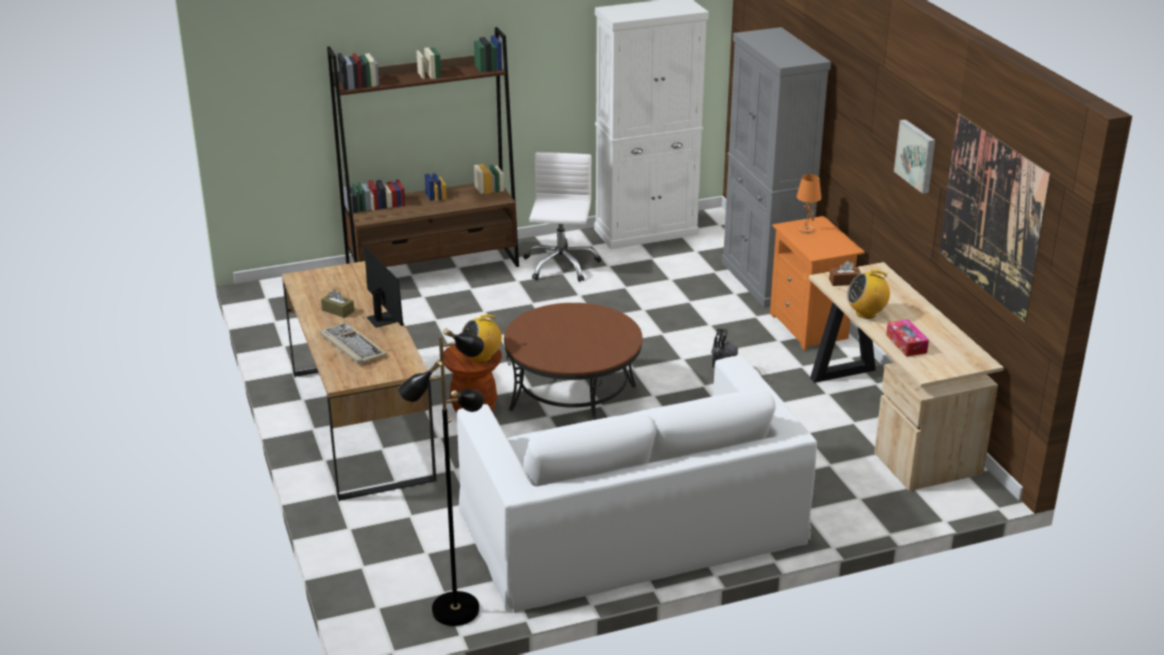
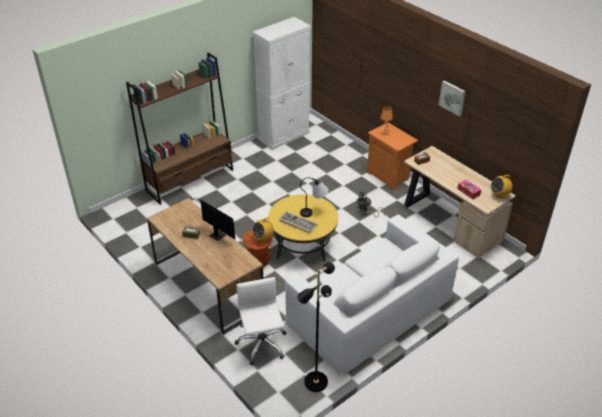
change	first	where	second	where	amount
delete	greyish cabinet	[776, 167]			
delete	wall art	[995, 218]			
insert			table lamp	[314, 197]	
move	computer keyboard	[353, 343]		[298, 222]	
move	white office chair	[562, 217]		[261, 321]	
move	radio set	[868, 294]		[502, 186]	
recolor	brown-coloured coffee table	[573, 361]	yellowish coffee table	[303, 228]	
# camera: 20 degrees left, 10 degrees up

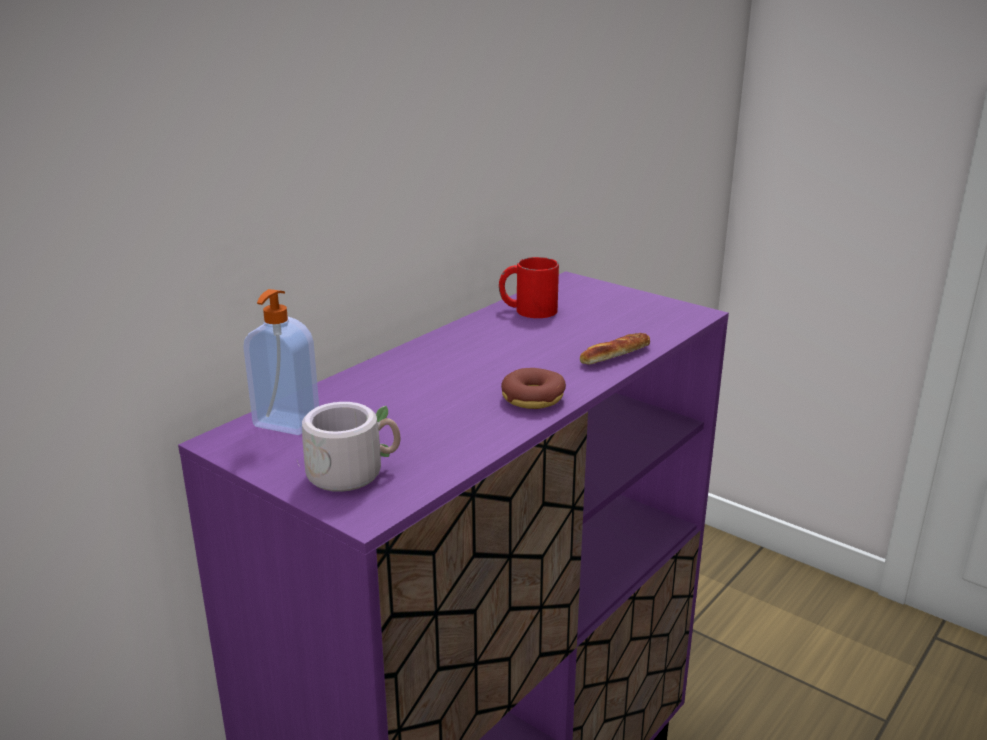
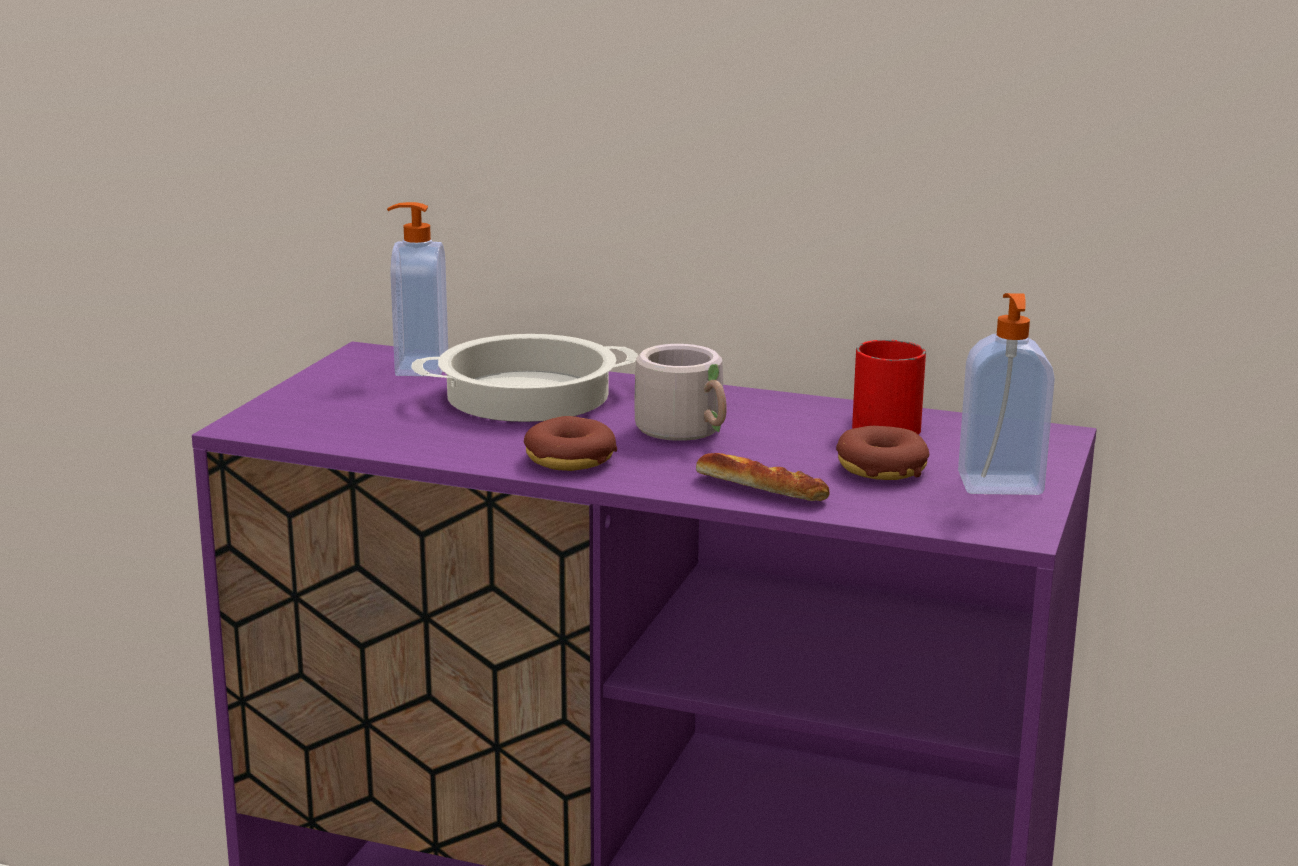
change	first	where	second	where	amount
insert			cooking pot	[524, 378]	
insert			doughnut	[882, 453]	
insert			liquid soap bottle	[1006, 394]	
move	greyish mug	[348, 447]		[681, 392]	
# camera: 70 degrees right, 5 degrees down

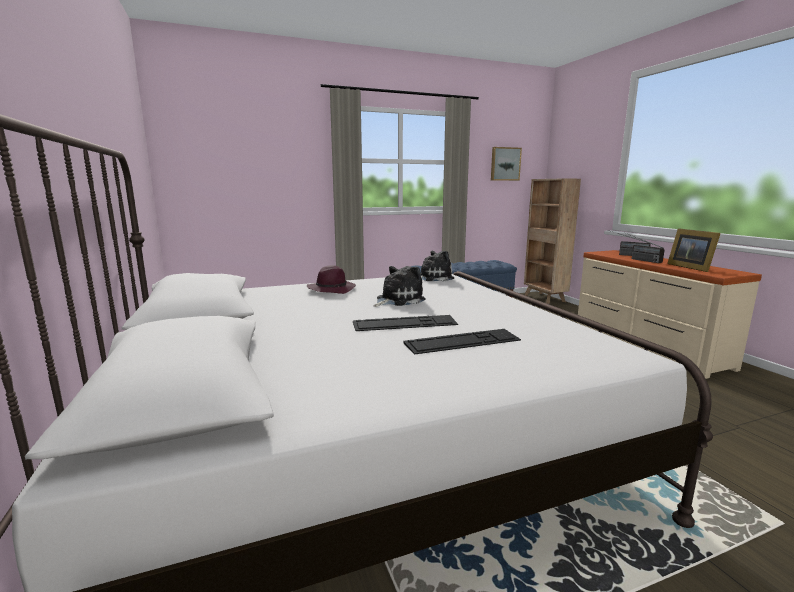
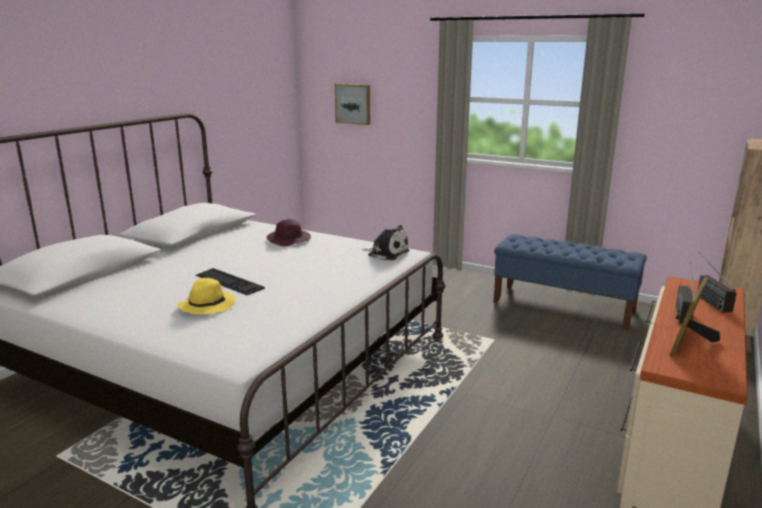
change	first	where	second	where	amount
delete	cuddly toy	[400, 286]			
move	wall art	[506, 164]		[352, 104]	
replace	computer keyboard	[462, 341]	yellowish wearable hat	[206, 296]	
# camera: 50 degrees right, 5 degrees up

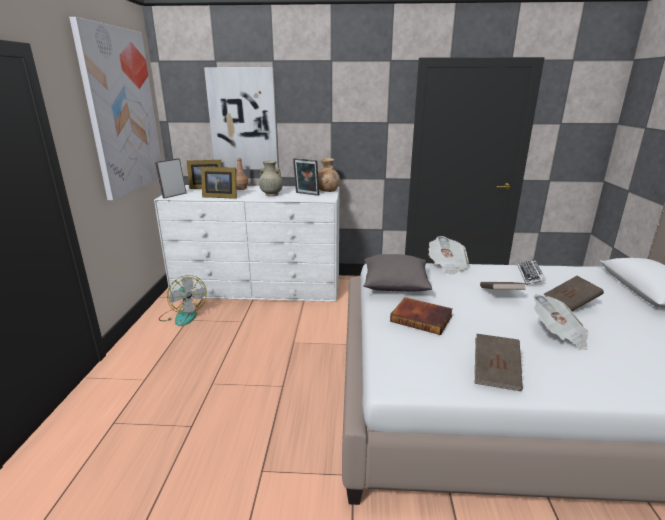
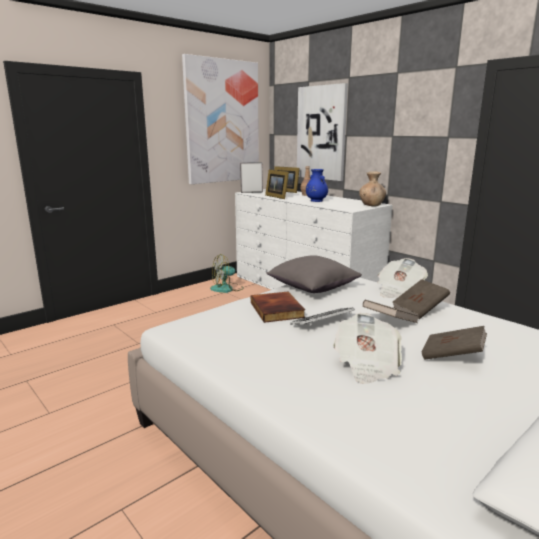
change	first	where	second	where	amount
delete	photo frame	[306, 177]			
move	brown-coloured bound book	[499, 362]		[421, 299]	
move	computer keyboard	[532, 272]		[322, 317]	
recolor	beige-coloured decorative vase	[271, 178]	bluish decorative vase	[317, 185]	
rotate	electric fan	[183, 300]		[227, 273]	60 degrees clockwise
# camera: 45 degrees right, 5 degrees down

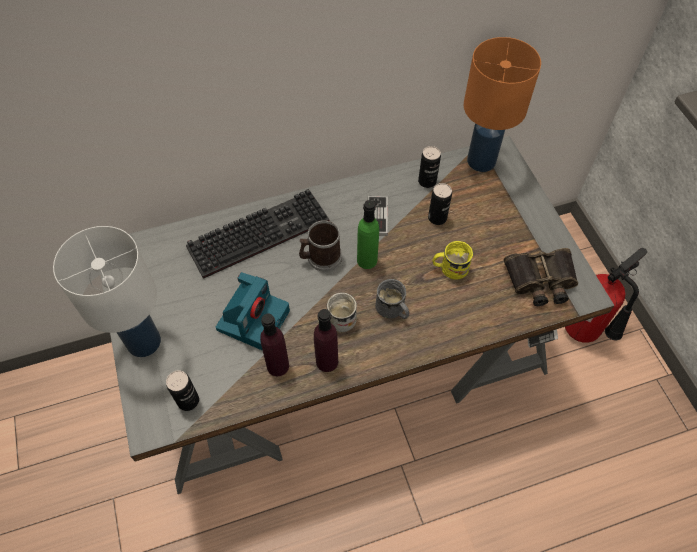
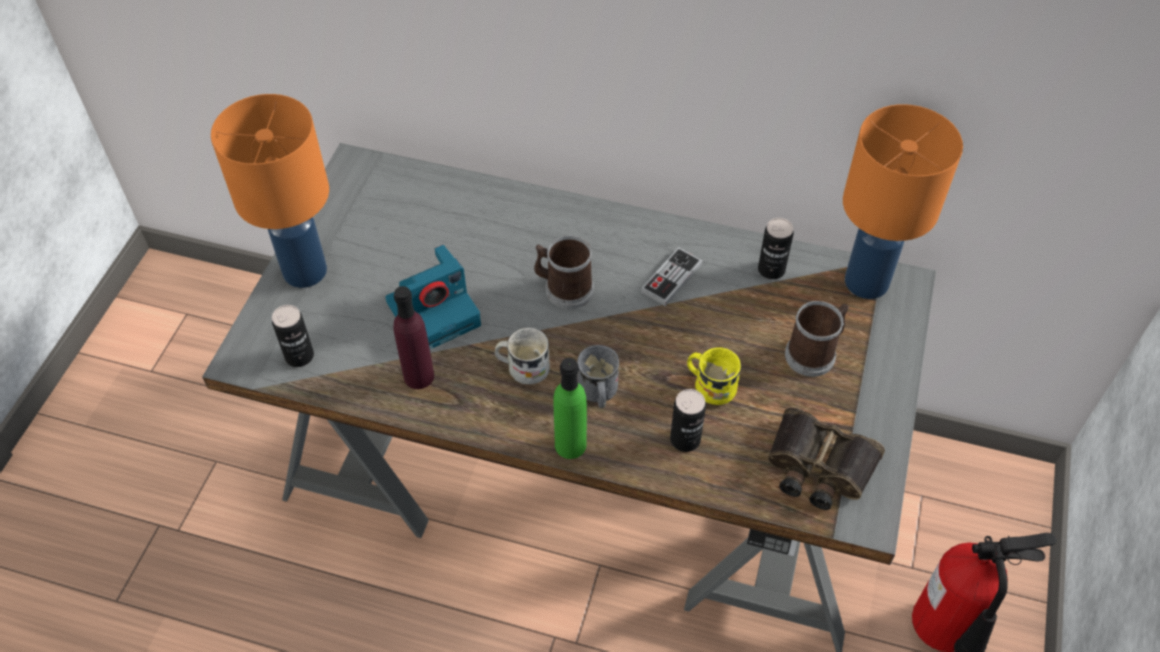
change	first	where	second	where	amount
delete	computer keyboard	[257, 234]			
delete	purple drink bottle	[326, 340]			
insert			mug	[817, 339]	
move	greenish drink bottle	[368, 234]		[570, 408]	
move	can	[440, 204]		[688, 420]	
recolor	white table lamp	[107, 291]	orange table lamp	[270, 191]	
# camera: 35 degrees right, 5 degrees down

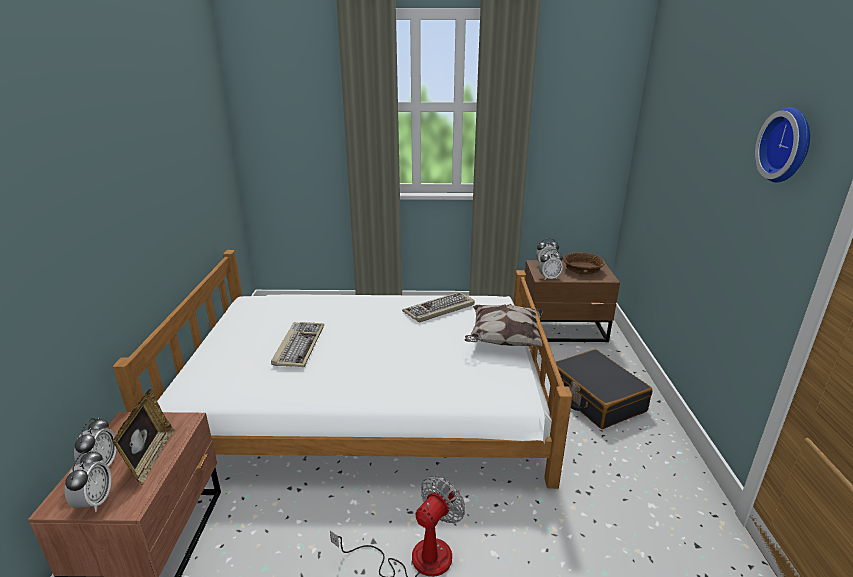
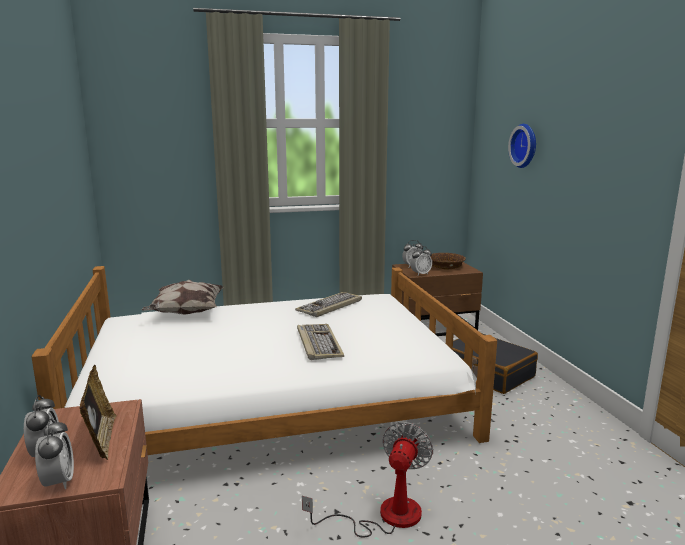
change	first	where	second	where	amount
move	computer keyboard	[297, 344]		[320, 342]	
move	cushion	[504, 325]		[182, 297]	
move	wall clock	[782, 145]		[522, 146]	
# camera: 15 degrees left, 10 degrees down

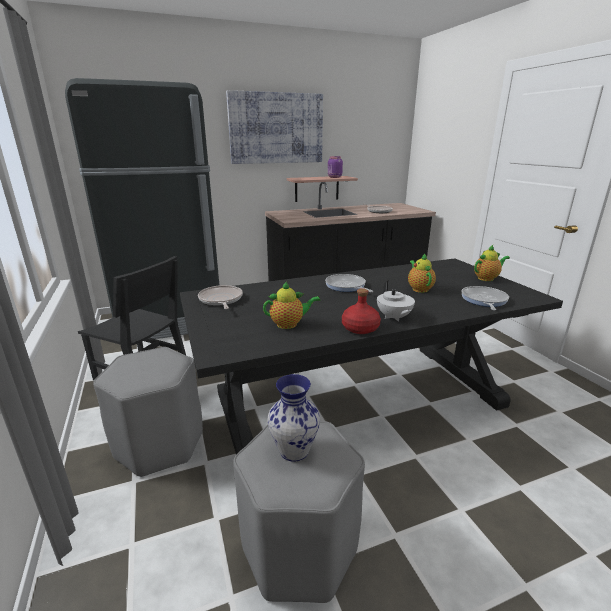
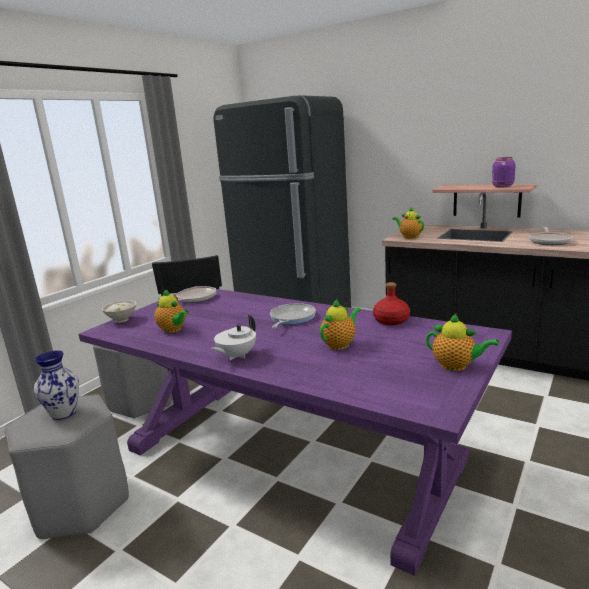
change	first	where	second	where	amount
delete	wall art	[274, 127]			
delete	skillet	[485, 298]			
insert			white bowl	[119, 311]	
insert			teapot	[408, 223]	
move	red drink bottle	[361, 311]		[391, 303]	
recolor	black kitchen table	[371, 356]	purple kitchen table	[295, 431]	
# camera: 55 degrees right, 5 degrees down

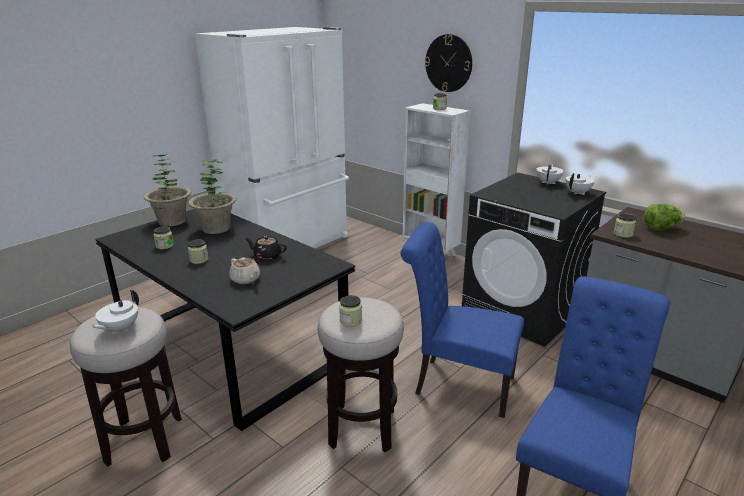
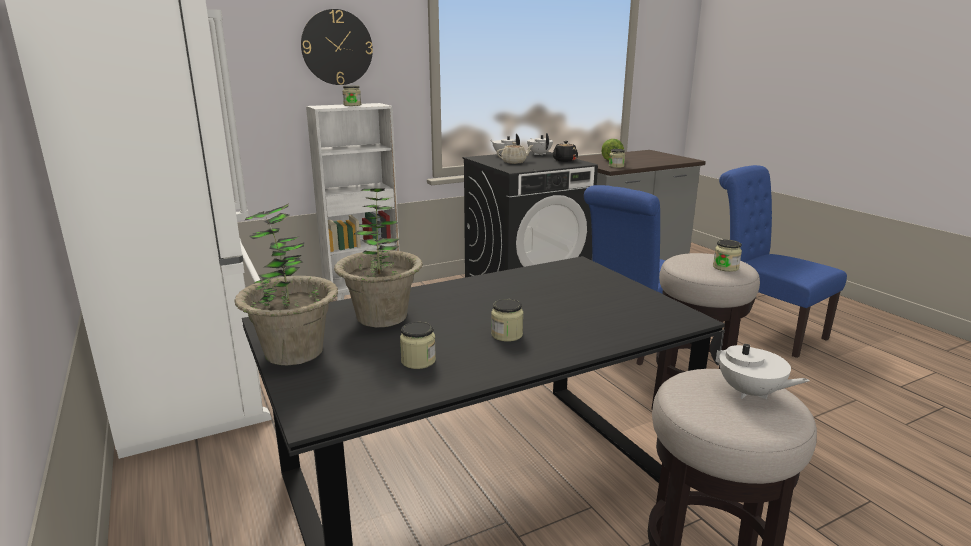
change	first	where	second	where	amount
move	beige-coloured teapot	[244, 270]		[515, 153]	
move	black teapot	[266, 248]		[565, 151]	
# camera: 70 degrees left, 5 degrees down

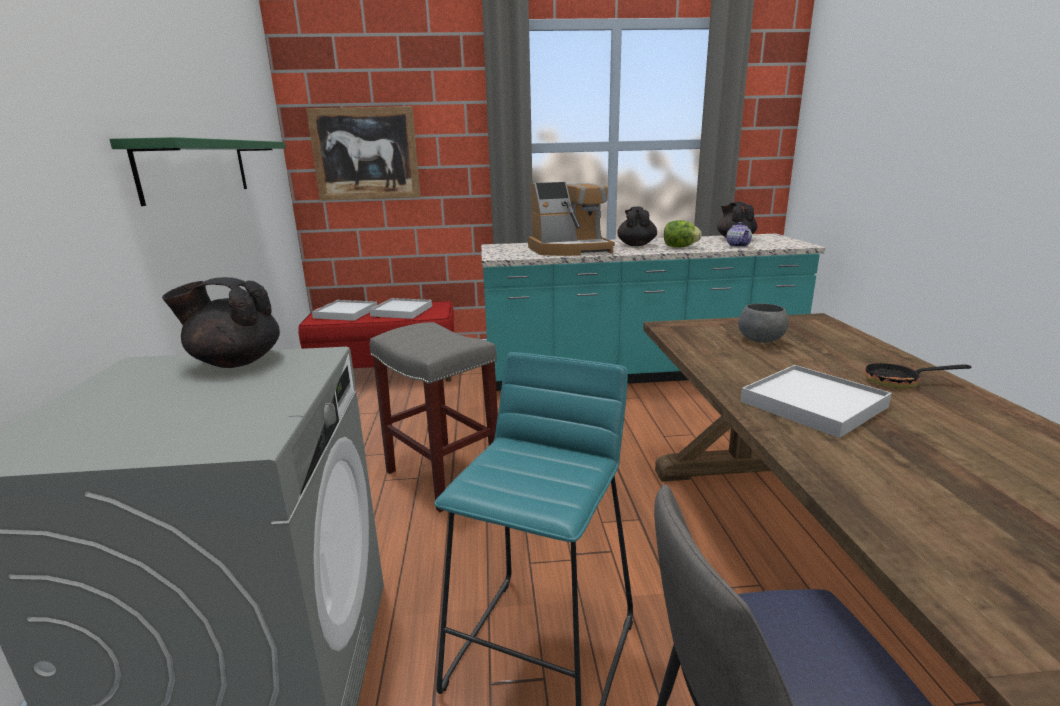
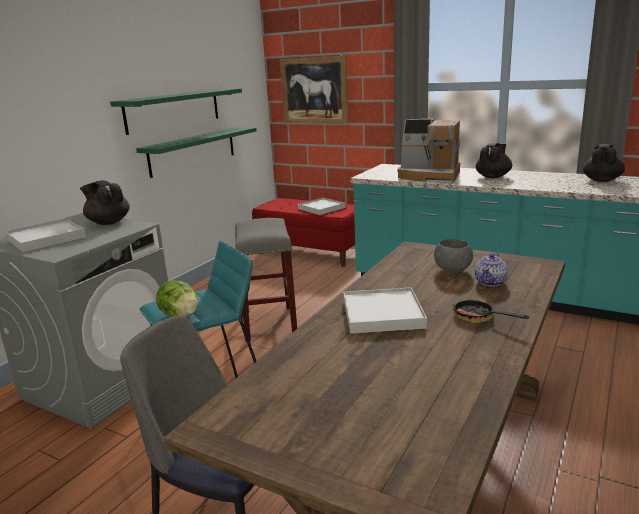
change	first	where	second	where	amount
insert			greenish wall shelf	[196, 152]	
move	white tray	[344, 310]		[45, 235]	
move	head of lettuce	[683, 234]		[177, 298]	
move	teapot	[739, 234]		[491, 269]	
# camera: 35 degrees right, 0 degrees up

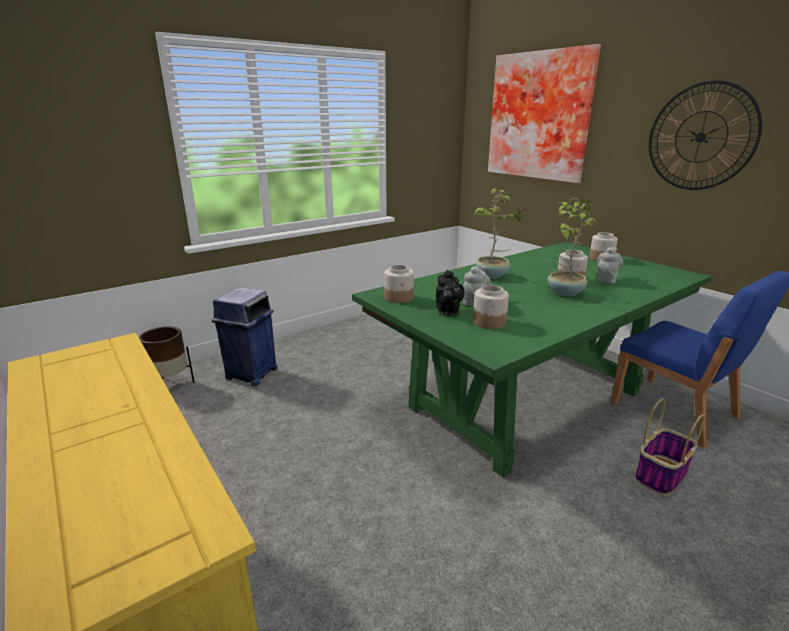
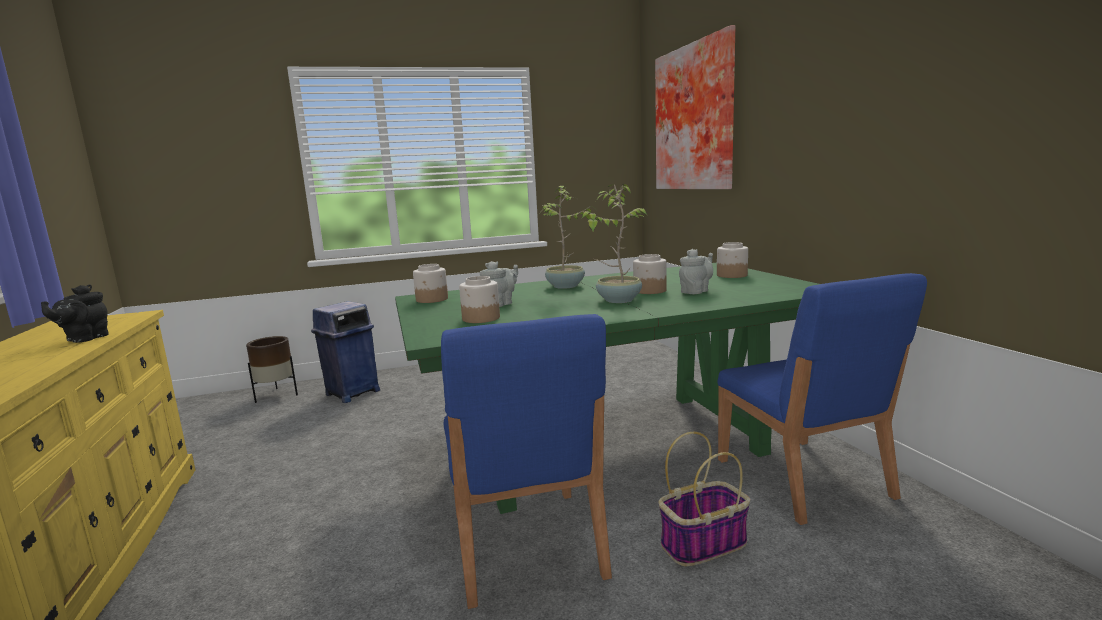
change	first	where	second	where	amount
delete	wall clock	[705, 135]			
insert			bluish chair	[526, 461]	
move	black teapot	[450, 293]		[75, 313]	
# camera: 20 degrees right, 10 degrees down

